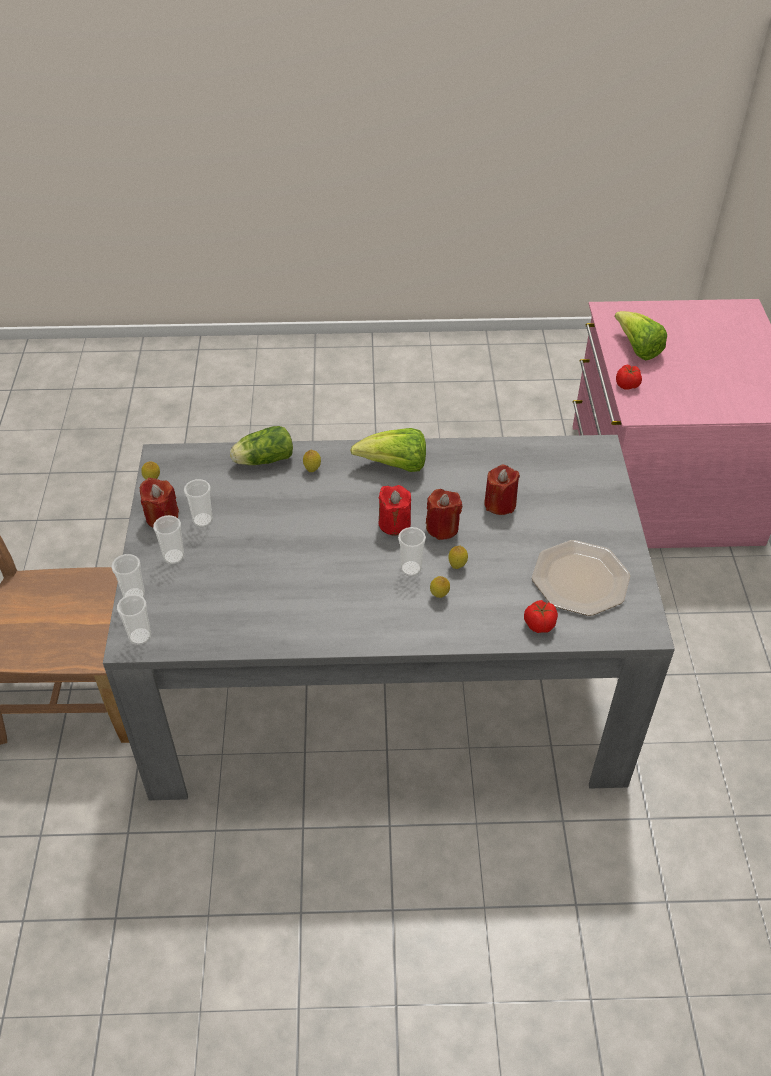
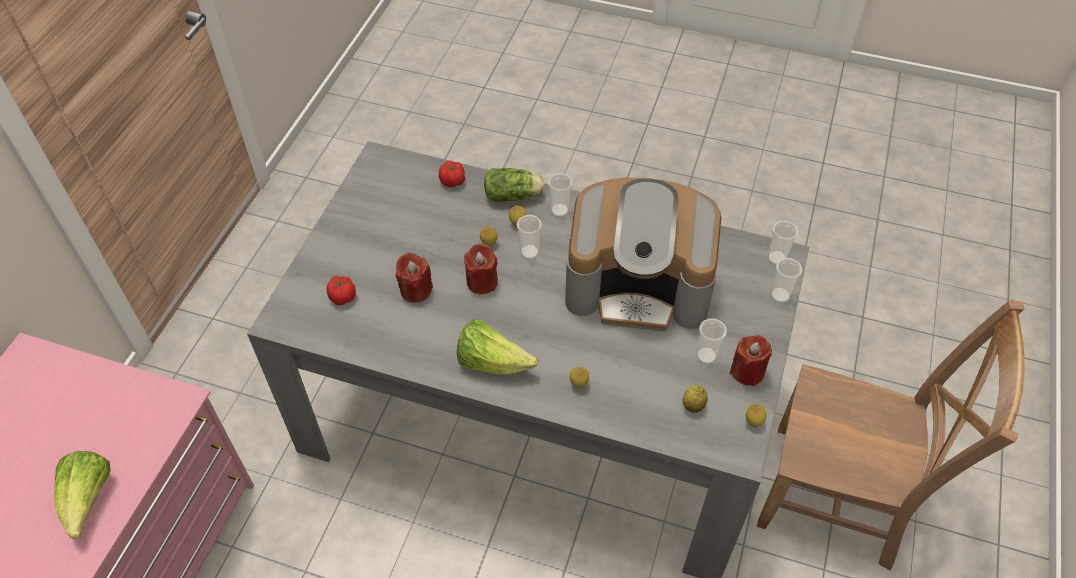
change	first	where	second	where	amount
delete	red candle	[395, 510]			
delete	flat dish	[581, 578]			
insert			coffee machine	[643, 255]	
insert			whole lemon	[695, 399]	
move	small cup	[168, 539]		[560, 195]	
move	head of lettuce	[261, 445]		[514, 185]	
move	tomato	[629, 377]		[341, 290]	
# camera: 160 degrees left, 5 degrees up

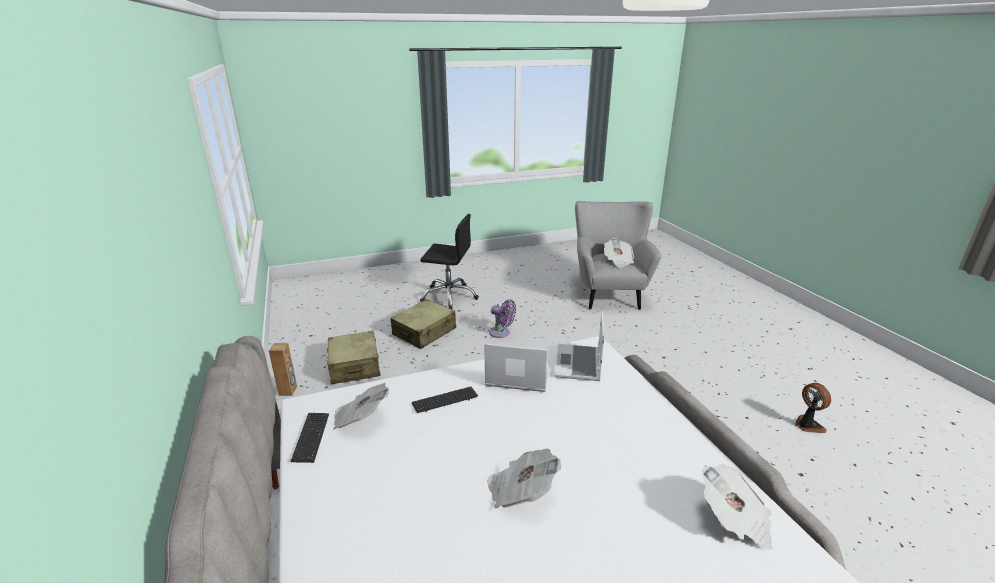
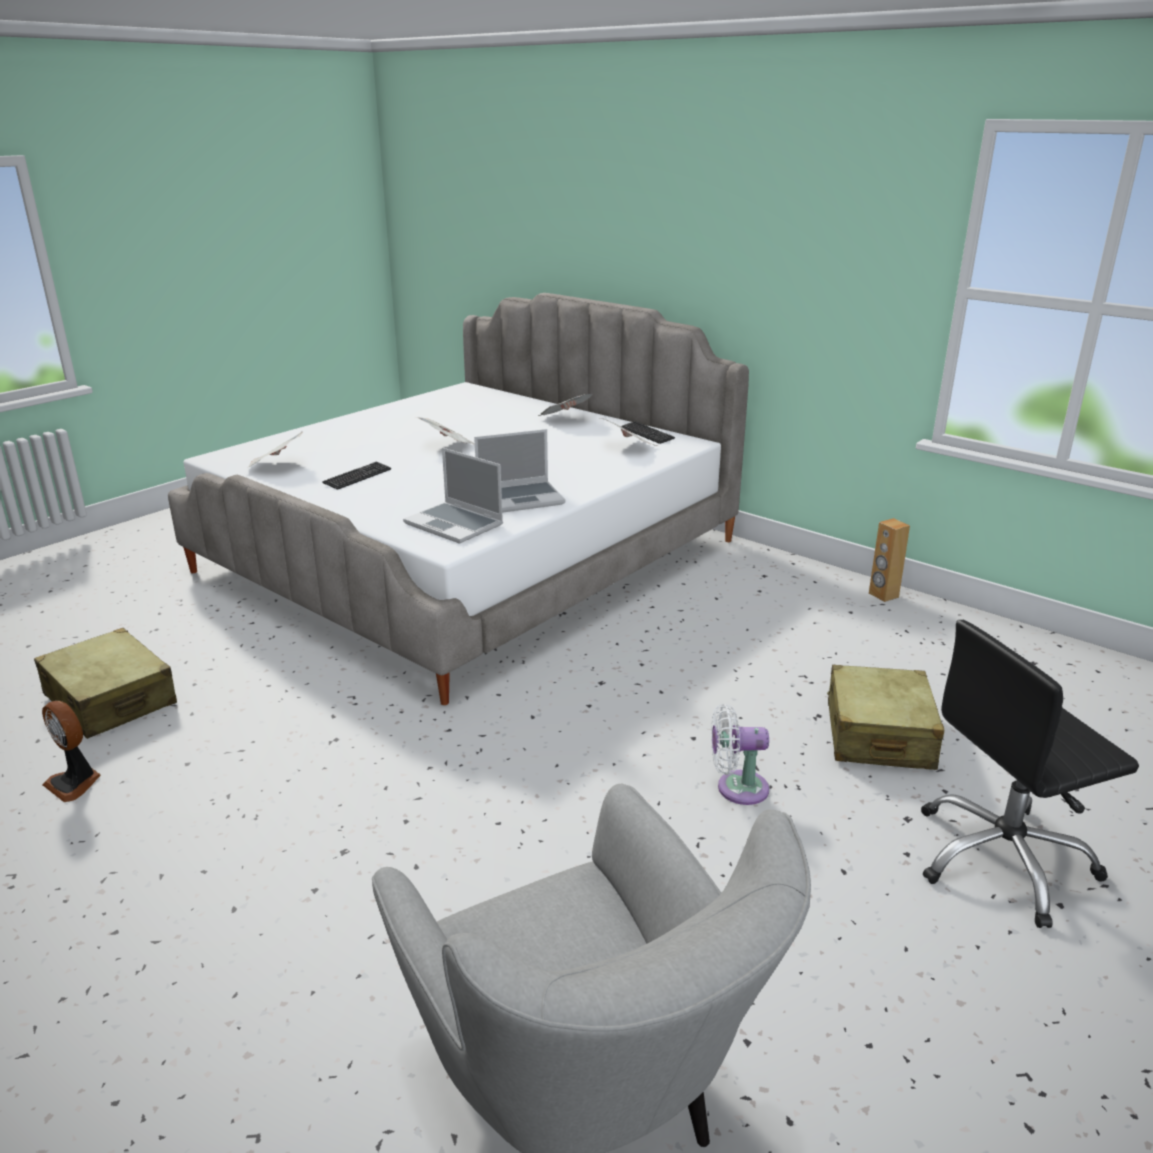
change	first	where	second	where	amount
move	beige-coloured travel case	[353, 357]		[105, 683]	
move	computer keyboard	[445, 400]		[356, 475]	
move	newspaper	[619, 253]		[565, 405]	
recolor	purple electric fan	[502, 319]	white electric fan	[740, 754]	
rotate	portable computer	[579, 346]		[453, 496]	150 degrees clockwise
# camera: 150 degrees right, 0 degrees up

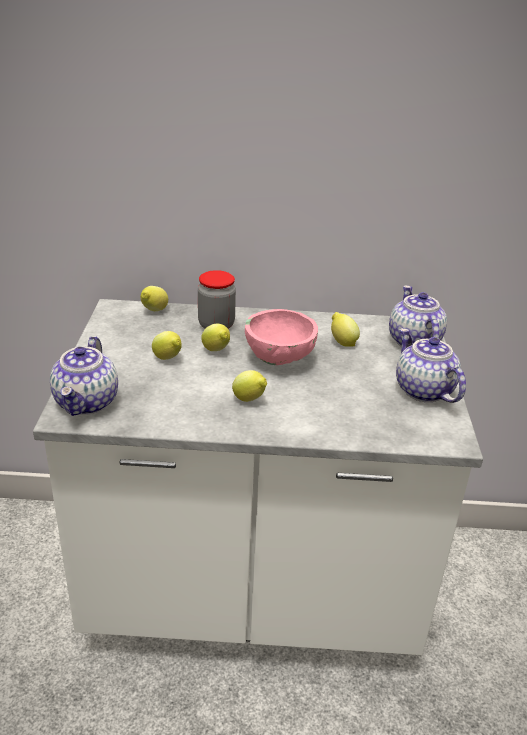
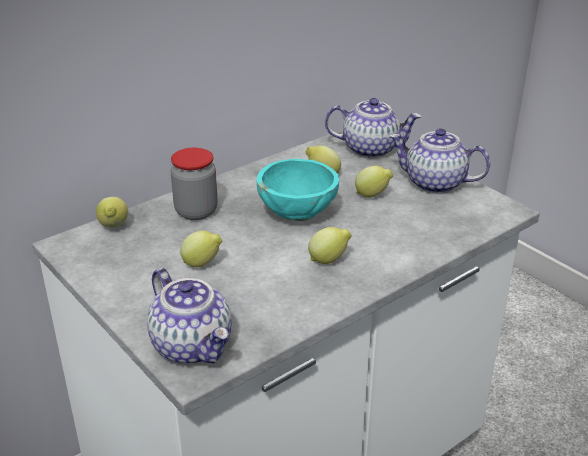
change	first	where	second	where	amount
move	whole lemon	[215, 337]		[374, 182]	
recolor	pink bowl	[281, 337]	turquoise-coloured bowl	[298, 190]	
rotate	teapot	[418, 316]		[373, 128]	150 degrees clockwise
# camera: 40 degrees left, 0 degrees up

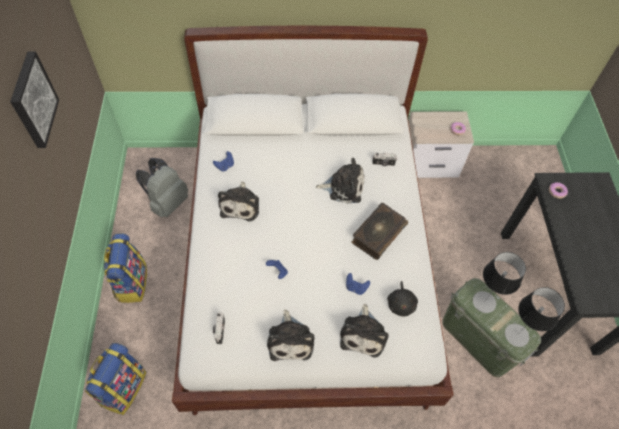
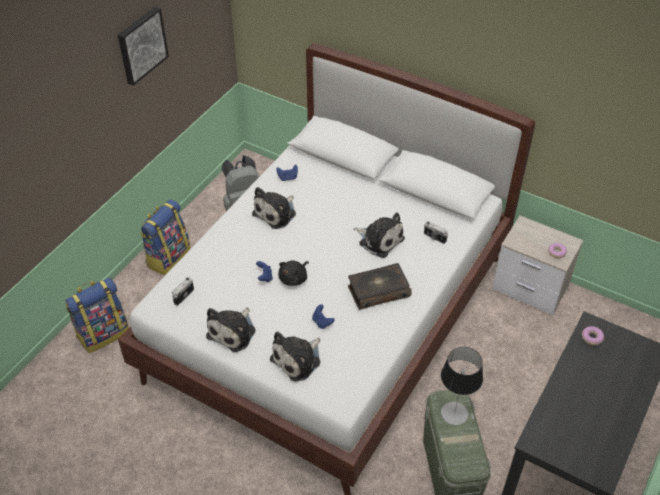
change	first	where	second	where	amount
delete	table lamp	[535, 317]			
move	black cuddly toy	[402, 299]		[293, 273]	
# camera: 35 degrees right, 10 degrees down

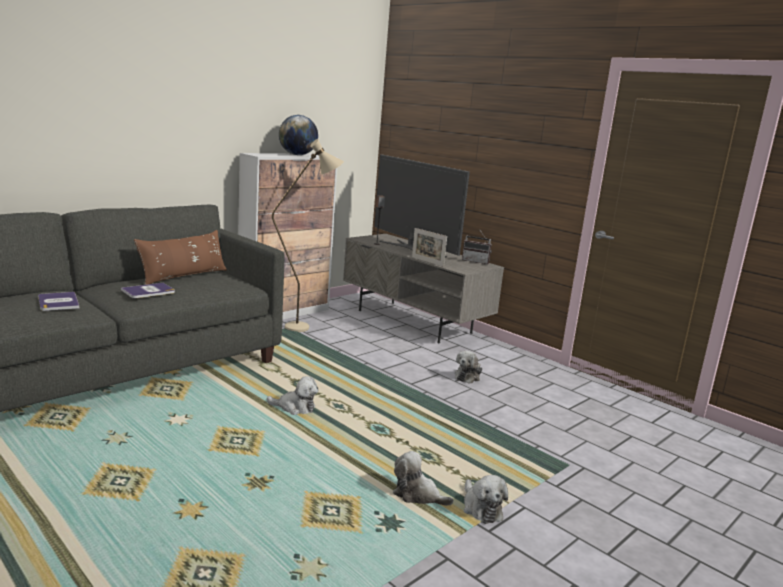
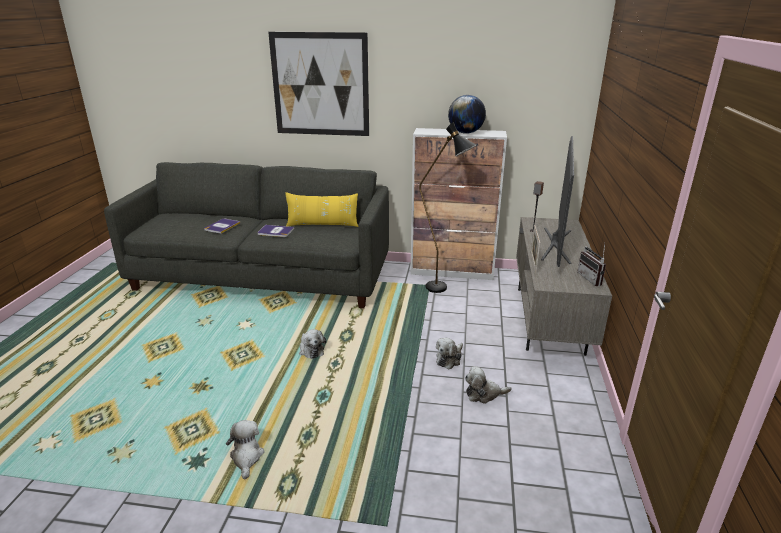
change	first	where	second	where	amount
insert			wall art	[318, 84]	
move	cuddly toy	[486, 499]		[449, 353]	
recolor	brown-coloured cushion	[180, 257]	yellowish cushion	[321, 209]	
recolor	beige-coloured floor lamp	[308, 235]	black floor lamp	[448, 207]	
# camera: 55 degrees right, 10 degrees up

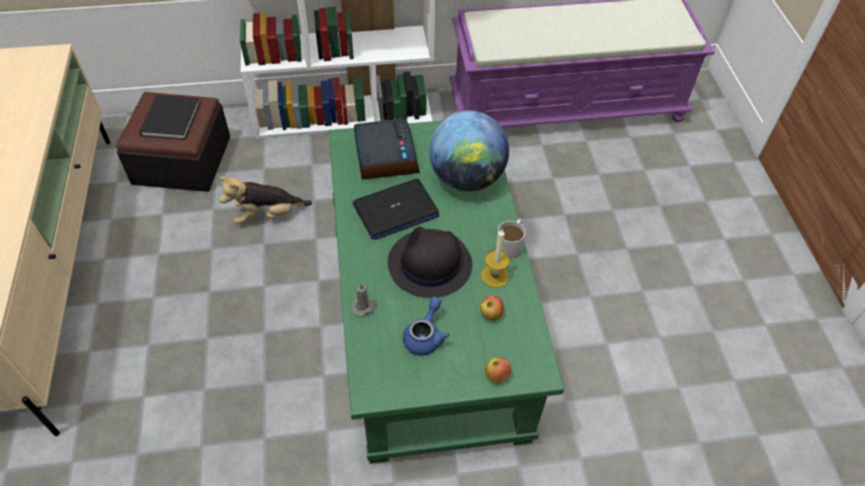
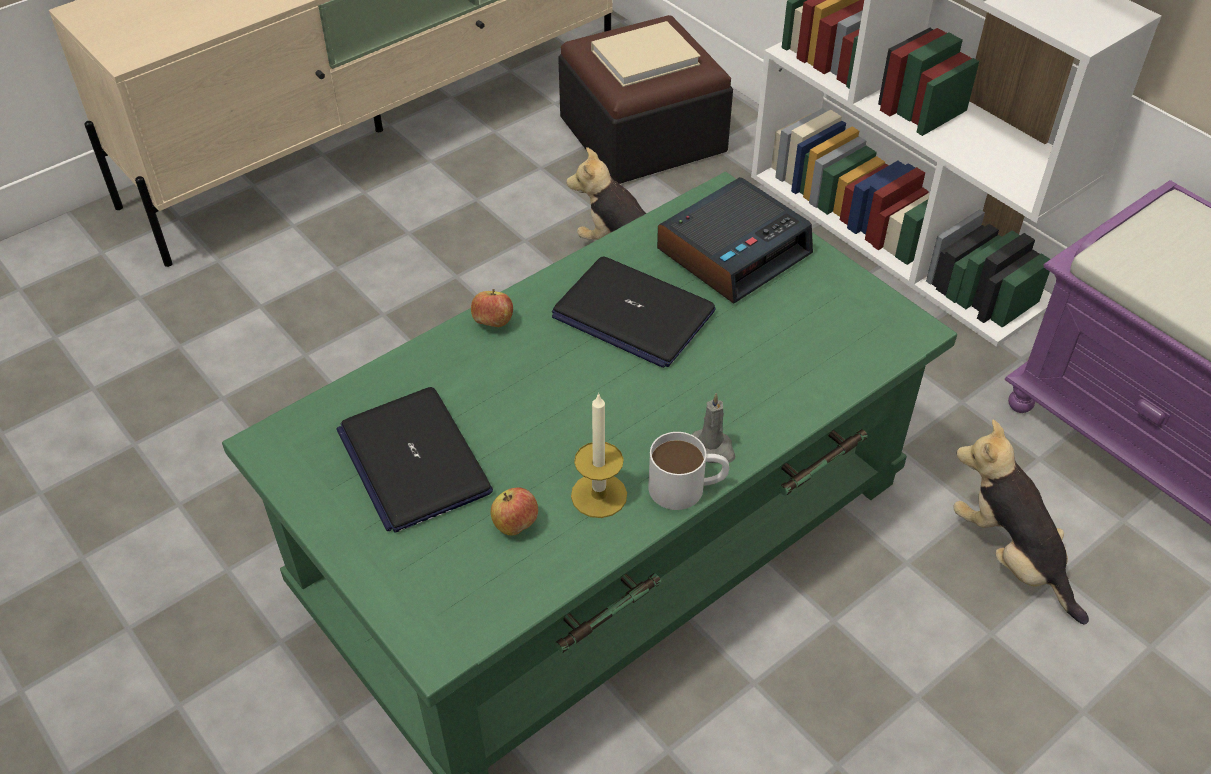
change	first	where	second	where	amount
delete	black wearable hat	[430, 262]			
delete	desk globe	[469, 151]			
insert			cuddly toy	[1021, 522]	
move	greyish candle	[364, 300]		[714, 428]	
move	whole apple	[498, 370]		[492, 308]	
replace	bluish teapot	[426, 326]	portable computer	[414, 460]	
recolor	black bound book	[169, 117]	beige-coloured bound book	[646, 54]	
# camera: 60 degrees right, 5 degrees down

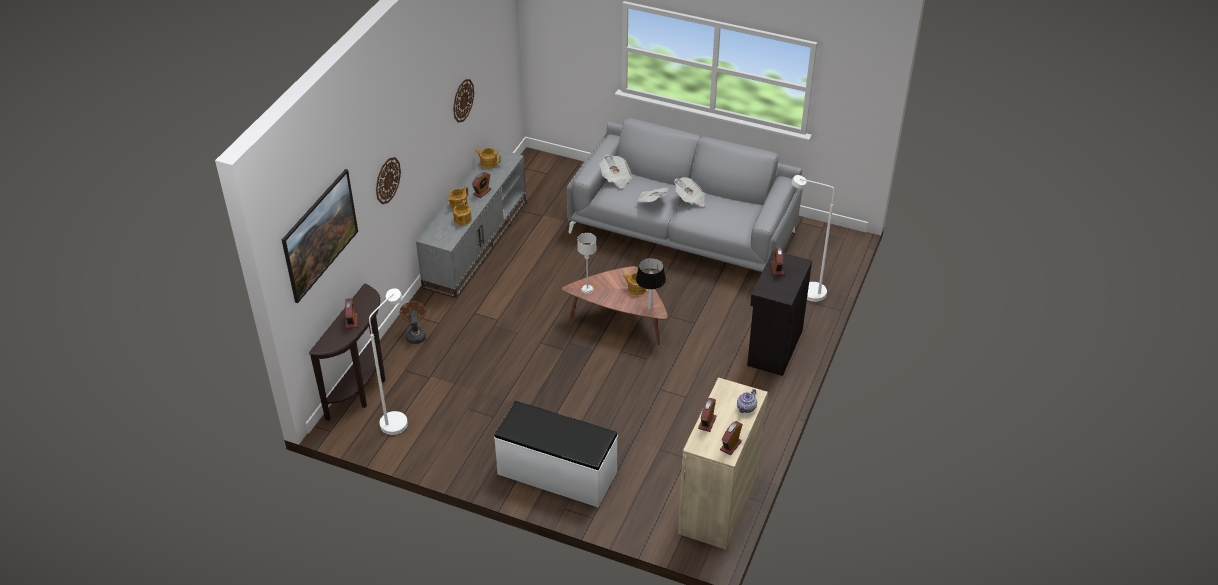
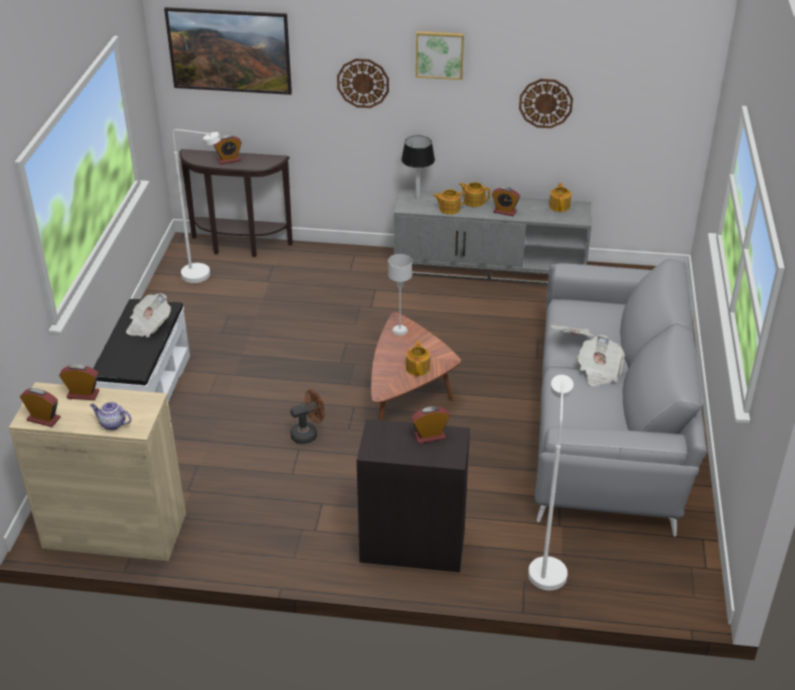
change	first	where	second	where	amount
insert			wall art	[440, 55]	
move	brown-coloured electric fan	[413, 322]		[307, 417]	
move	newspaper	[616, 171]		[148, 315]	
move	table lamp	[651, 284]		[418, 167]	
# camera: 75 degrees right, 5 degrees down

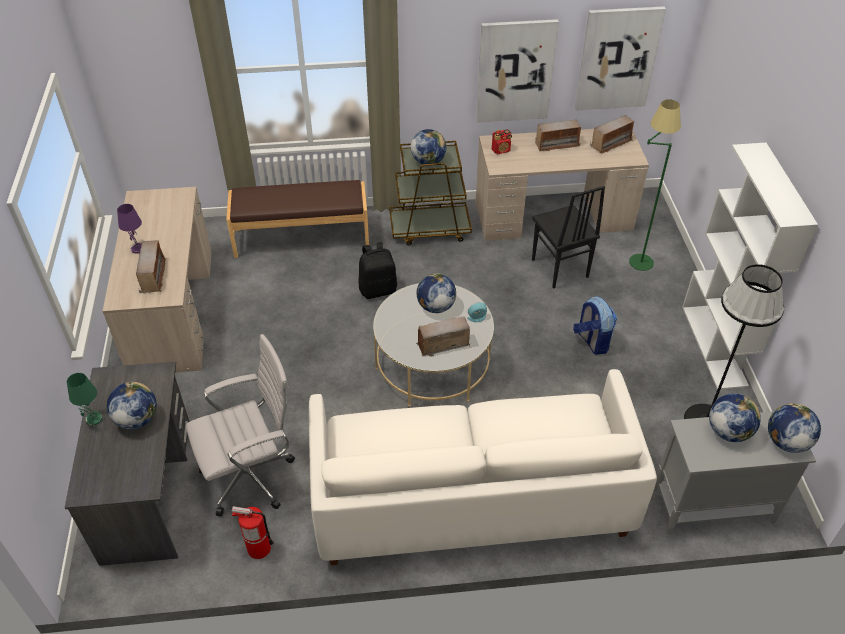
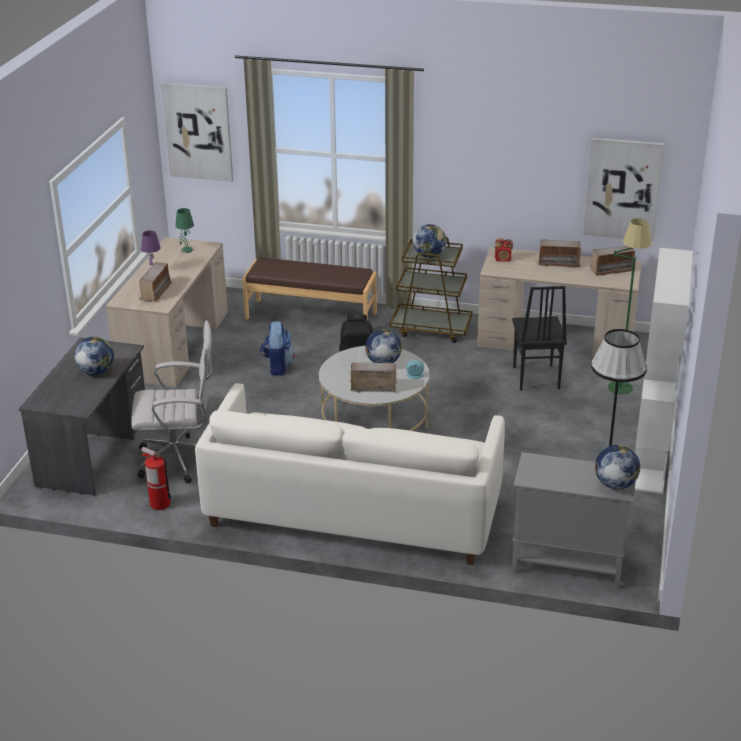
change	first	where	second	where	amount
delete	desk globe	[735, 418]			
move	greenish table lamp	[84, 399]		[184, 230]	
move	wall art	[517, 71]		[197, 132]	
move	rucksack	[595, 325]		[277, 348]	
# camera: 20 degrees right, 15 degrees down

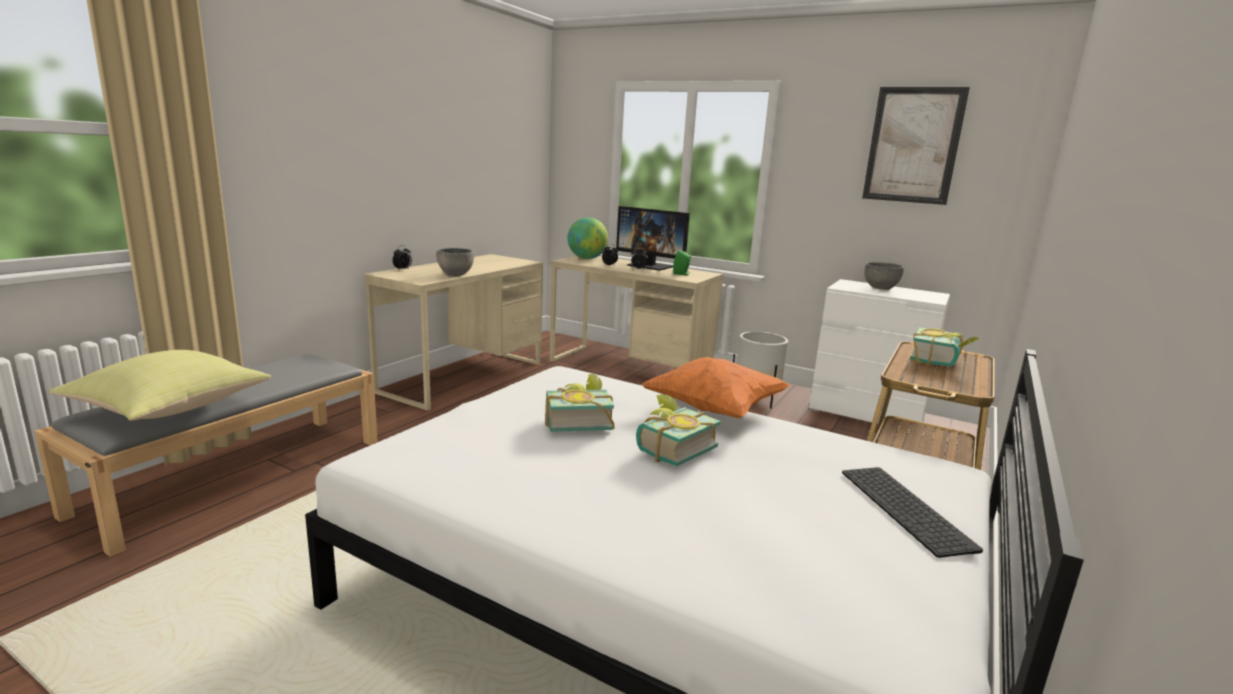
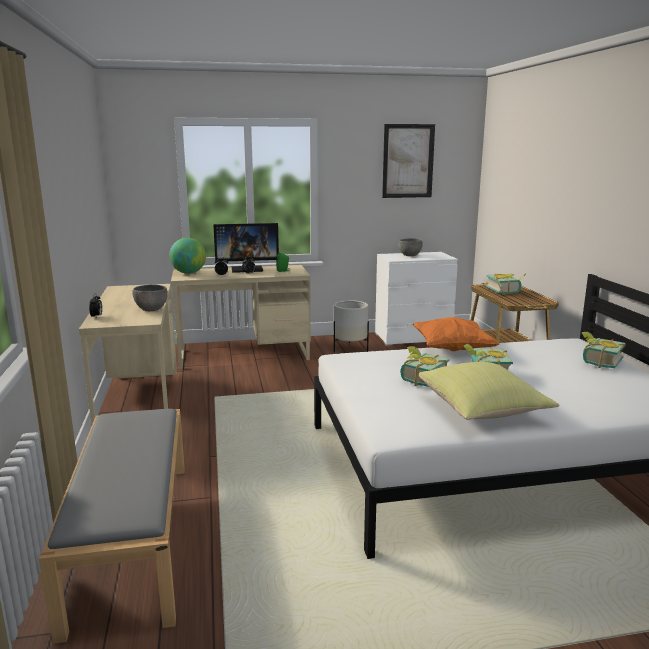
change	first	where	second	where	amount
move	yellowish cushion	[160, 385]		[489, 391]	
replace	computer keyboard	[912, 512]	bound book	[604, 350]	
# camera: 40 degrees left, 0 degrees up

